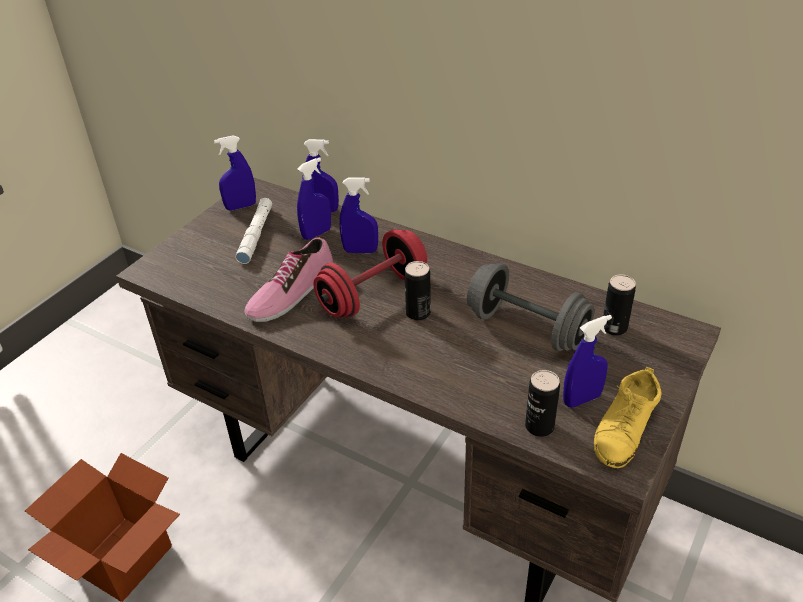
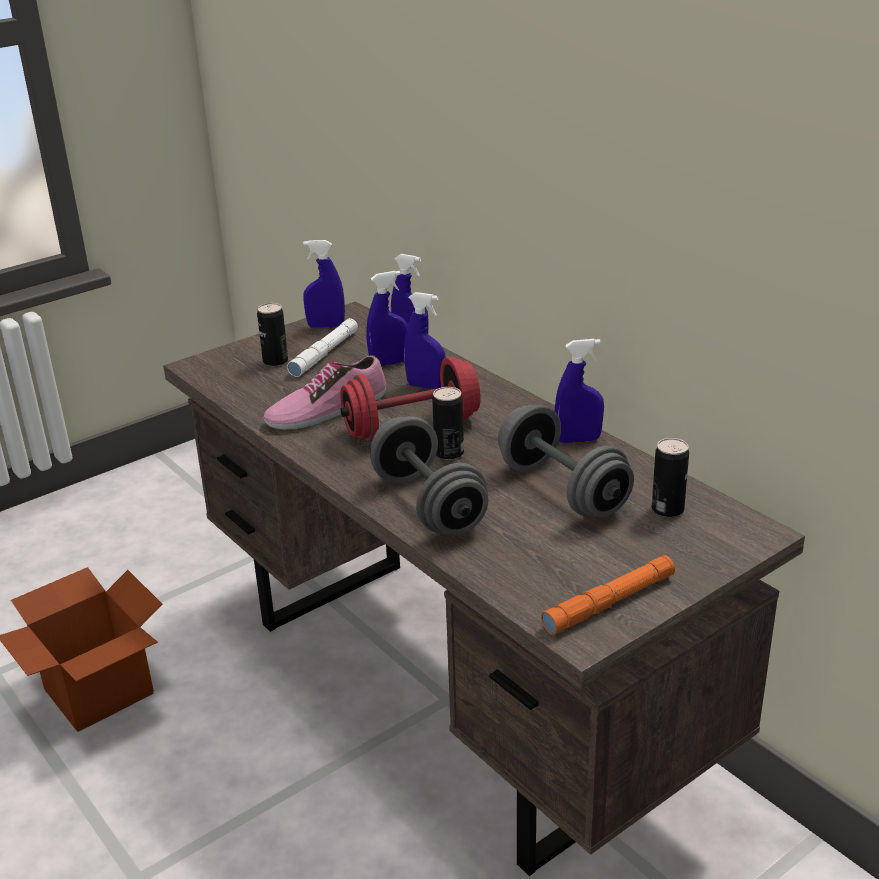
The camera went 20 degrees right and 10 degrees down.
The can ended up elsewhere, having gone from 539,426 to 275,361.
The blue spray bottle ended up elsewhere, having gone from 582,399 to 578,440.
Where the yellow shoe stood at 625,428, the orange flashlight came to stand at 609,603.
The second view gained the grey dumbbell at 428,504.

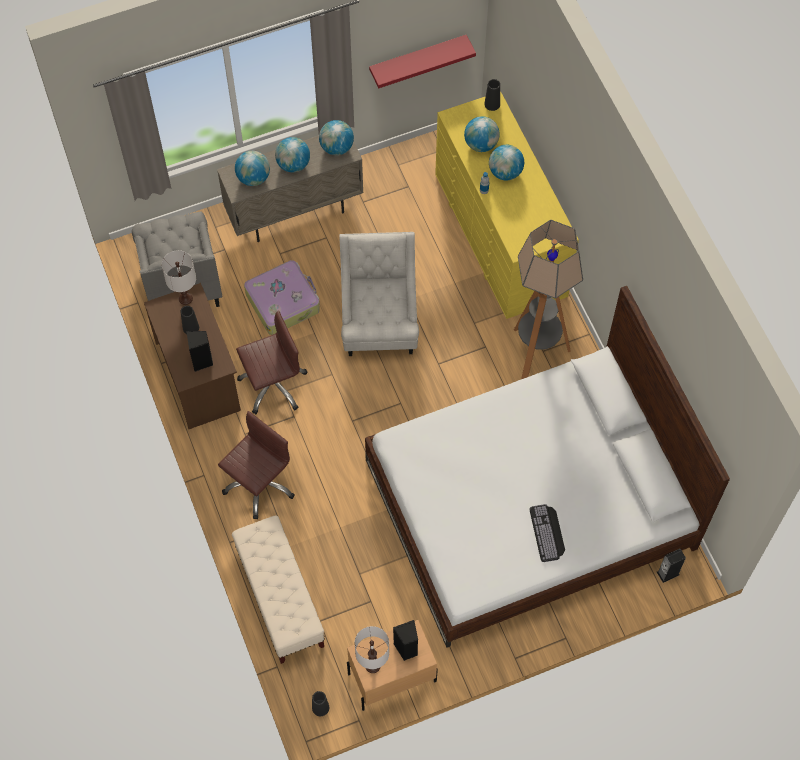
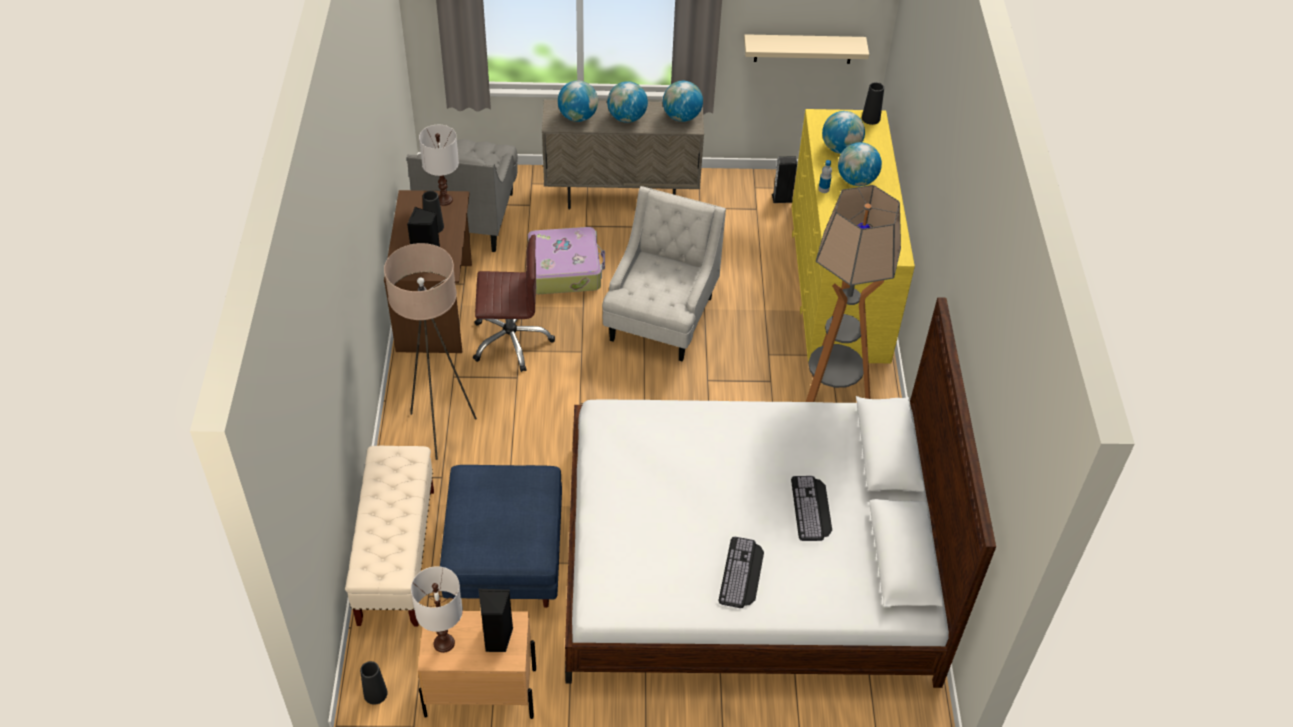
The camera went 20 degrees right and 15 degrees down.
Where the brown office chair stood at 259,484, the beige floor lamp came to stand at 441,430.
What was the red shelf at 417,58 turned into the beige shelf at 803,49.
The speaker ended up elsewhere, having gone from 668,573 to 782,198.
The second view gained the blue ottoman at 505,558.
The second view gained the keyboard at 812,508.

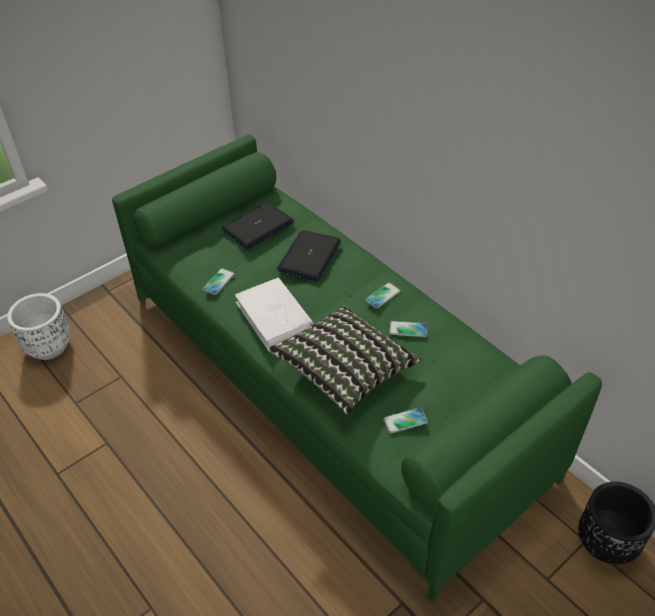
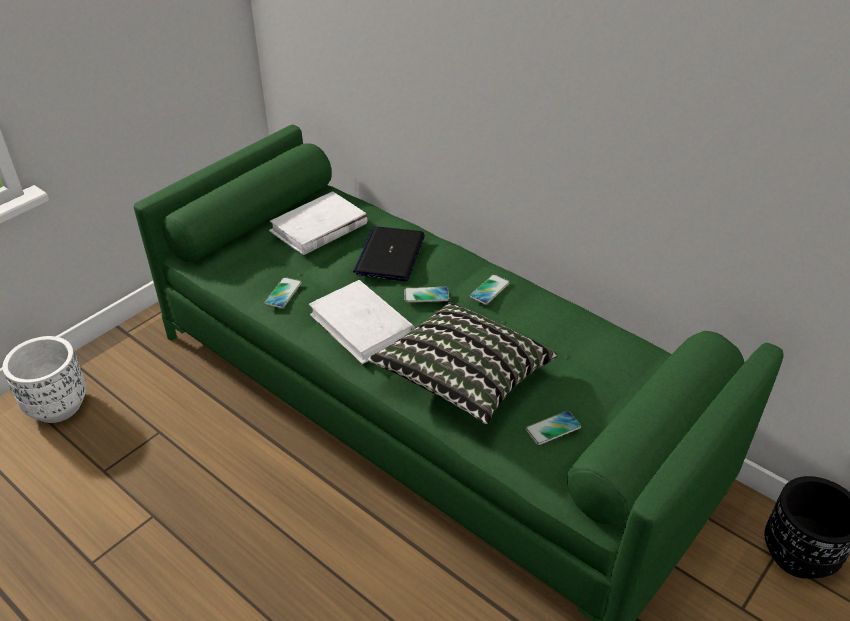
The camera went 10 degrees left and 5 degrees down.
Where the laptop stood at 257,226, the white book came to stand at 318,228.
The phone ended up elsewhere, having gone from 408,329 to 426,295.

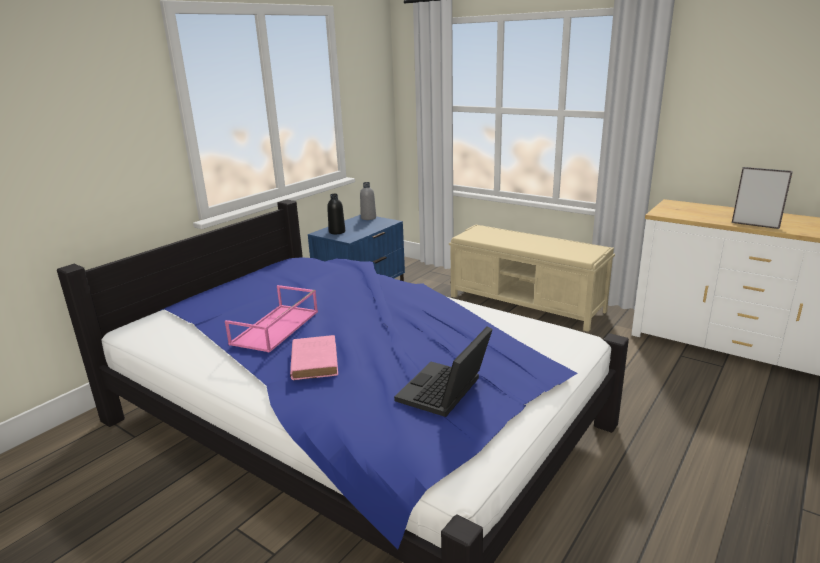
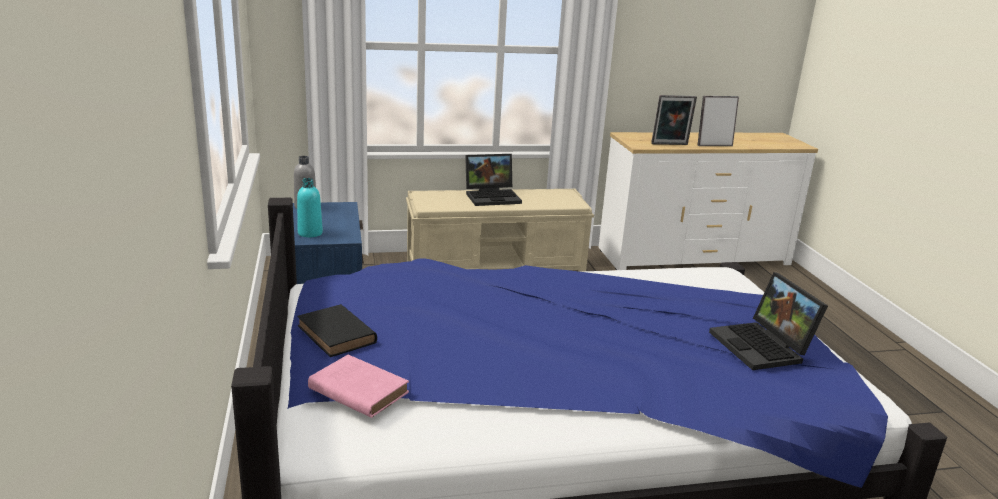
The camera went 50 degrees left and 0 degrees up.
The second view lost the pink tray at 276,328.
The pink book ended up elsewhere, having gone from 314,360 to 356,390.
What was the black bottle at 337,232 turned into the turquoise bottle at 310,233.
The second view gained the black book at 337,335.
The second view gained the laptop at 493,197.
The second view gained the picture frame at 670,144.

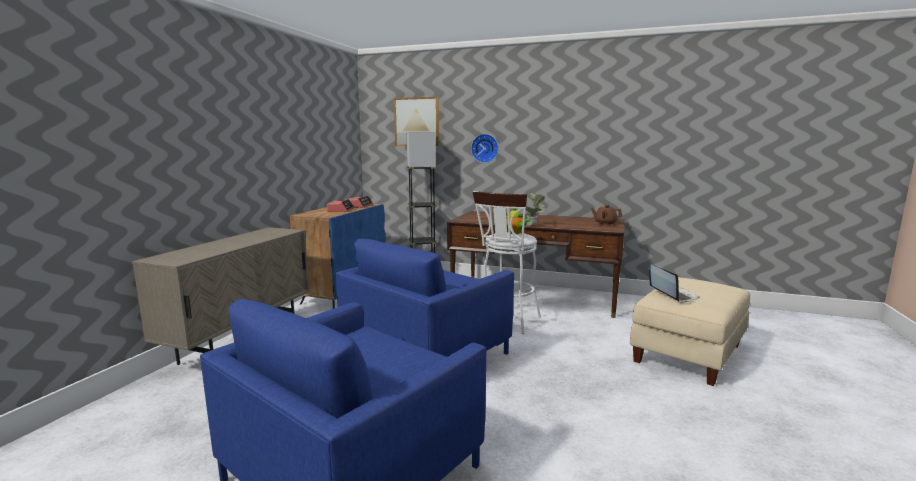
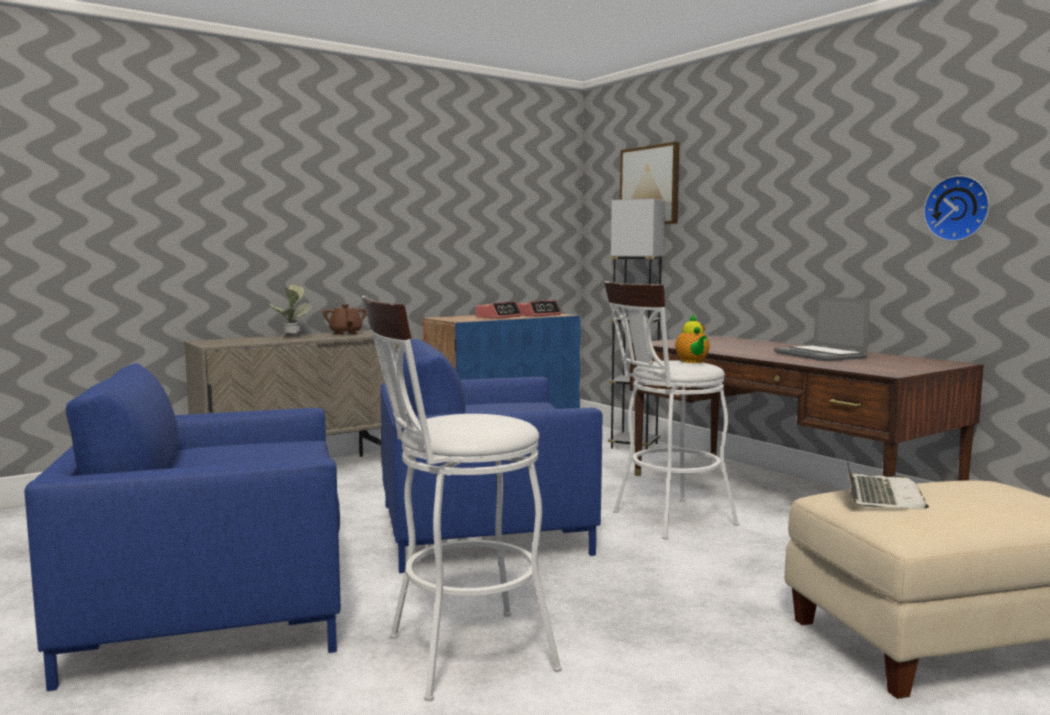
The camera went 35 degrees right and 5 degrees down.
The wall clock ended up elsewhere, having gone from 485,148 to 958,208.
The potted plant ended up elsewhere, having gone from 533,225 to 291,338.
The brown teapot ended up elsewhere, having gone from 605,223 to 346,333.
The second view gained the white stool at 457,656.
The second view gained the laptop at 821,355.

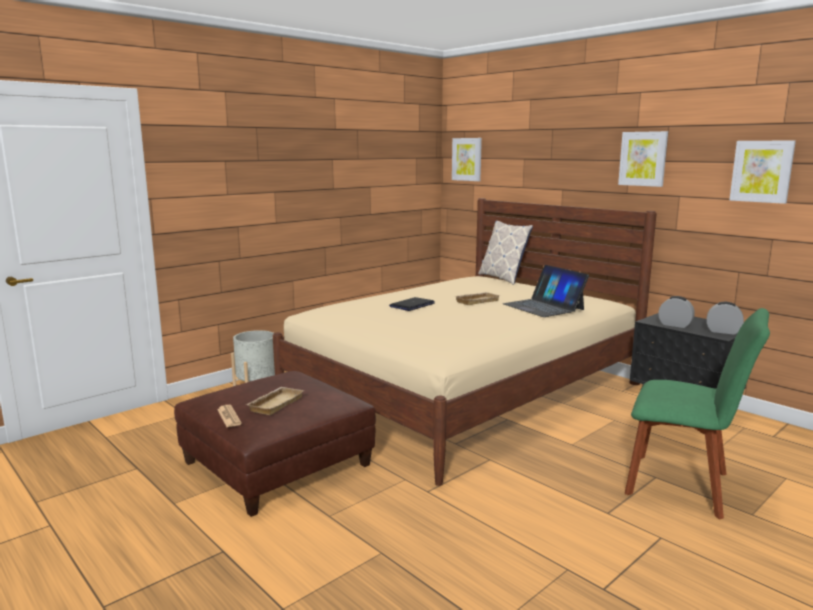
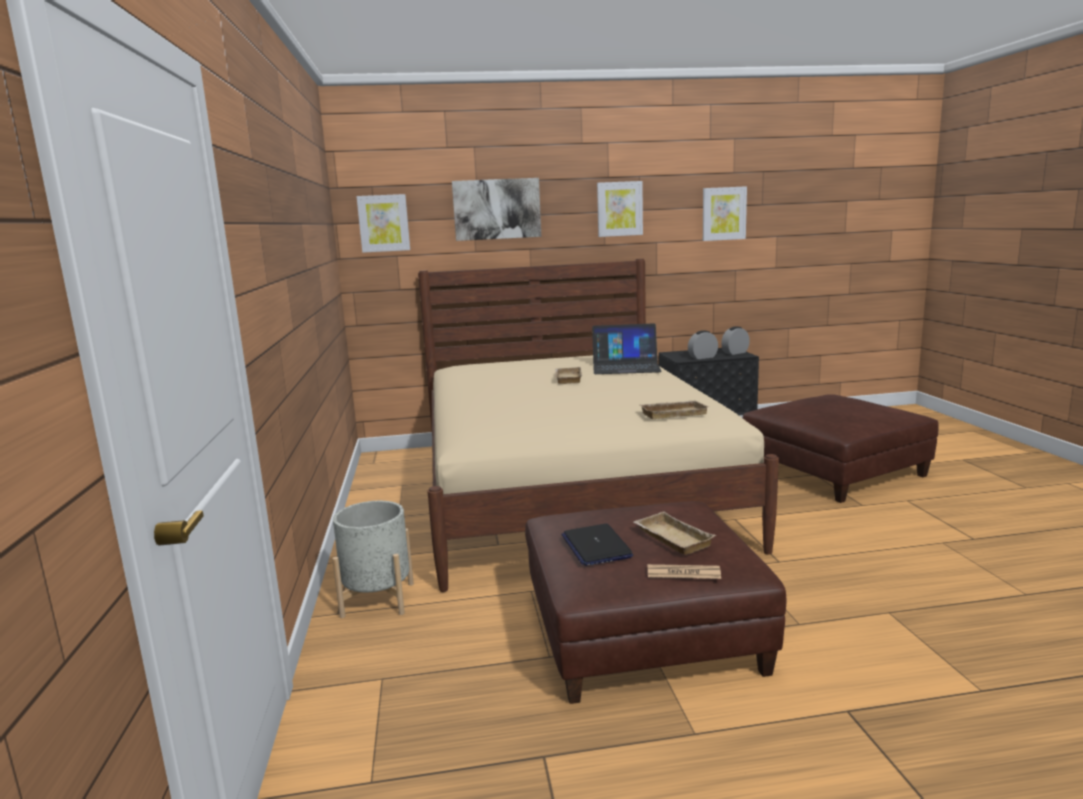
The camera went 55 degrees left and 0 degrees up.
The laptop ended up elsewhere, having gone from 412,305 to 596,546.
The second view lost the pillow at 503,278.
Where the green chair stood at 684,485, the brown ottoman came to stand at 834,471.
The second view gained the picture at 497,209.
The second view gained the beige tray at 673,413.

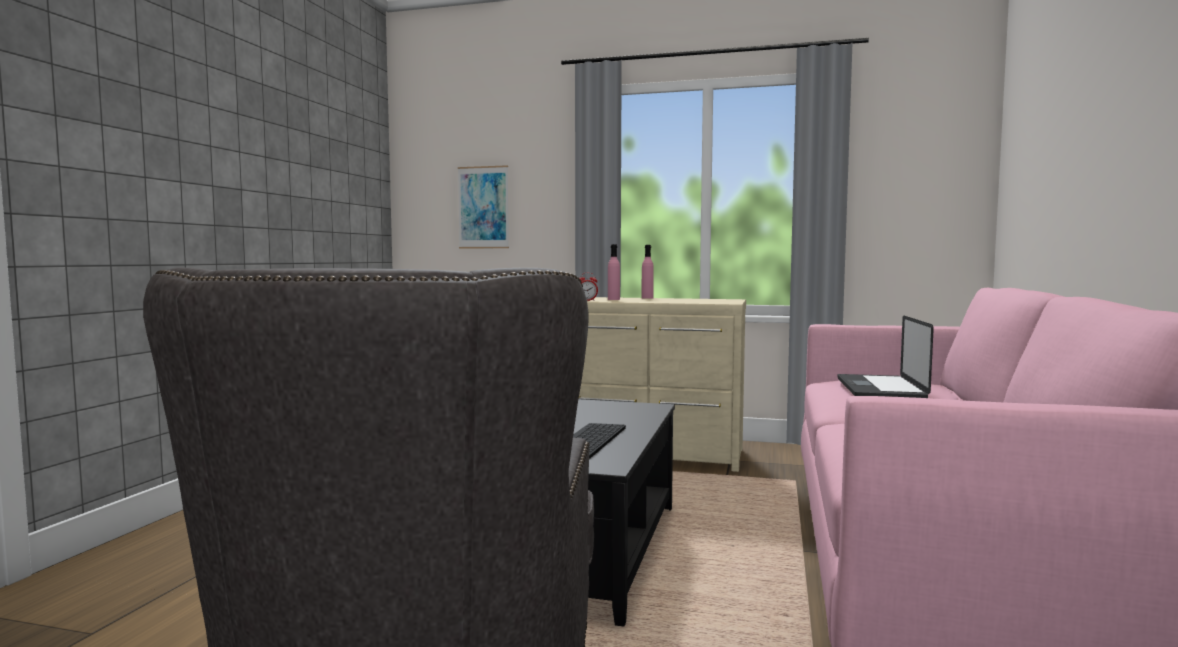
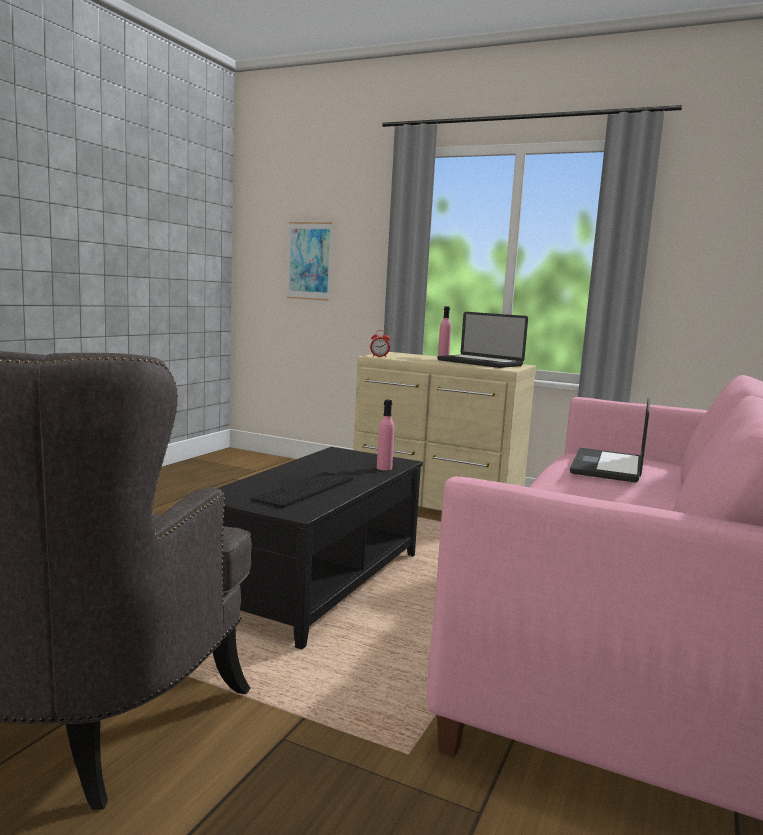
The camera went 10 degrees right and 5 degrees up.
The pink bottle ended up elsewhere, having gone from 613,299 to 384,468.
The second view gained the laptop at 479,363.

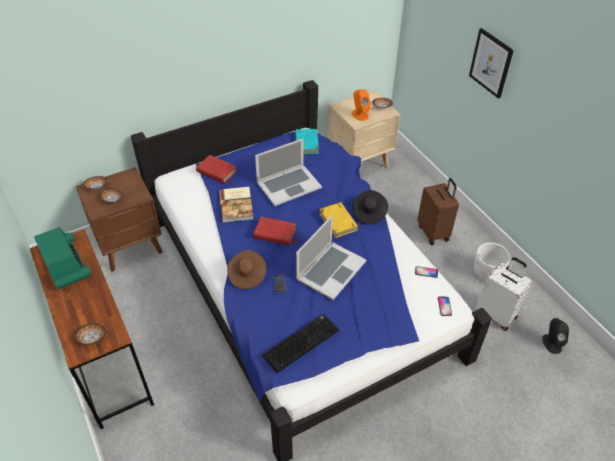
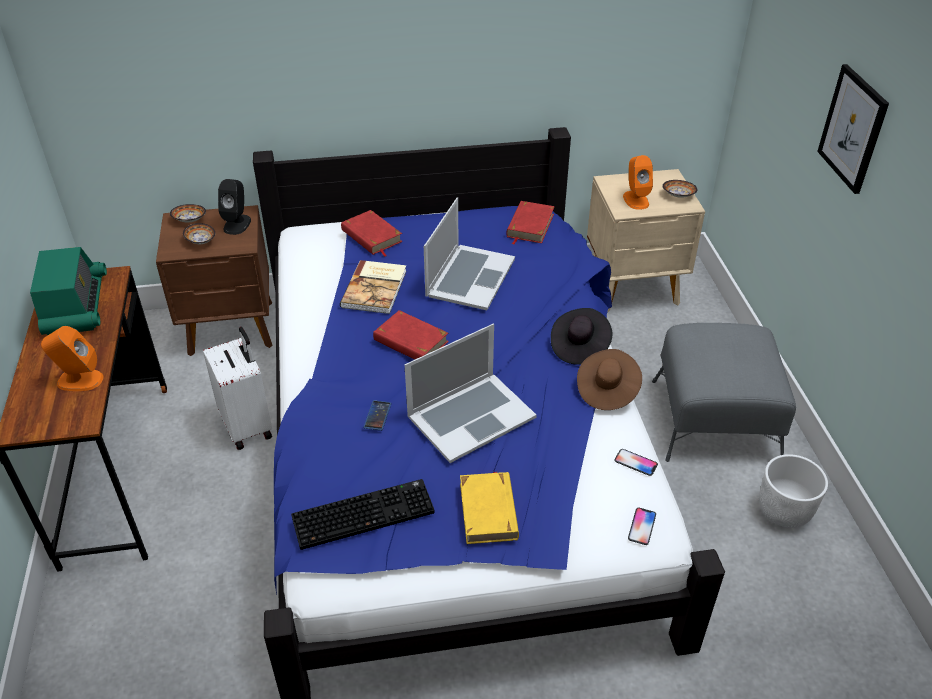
The camera went 20 degrees right and 5 degrees down.
The second view lost the bowl at 91,338.
The brown hat ended up elsewhere, having gone from 247,275 to 606,390.
The laptop at 288,185 ended up facing another way, 60 degrees counterclockwise from before.
What was the turquoise book at 306,144 turned into the red book at 530,225.
The yellow book ended up elsewhere, having gone from 338,221 to 489,511.
Where the brown suitcase stood at 434,232, the grey ottoman came to stand at 714,421.
The white suitcase ended up elsewhere, having gone from 496,314 to 248,426.
The black speaker ended up elsewhere, having gone from 551,343 to 237,224.
The second view gained the orange speaker at 79,380.

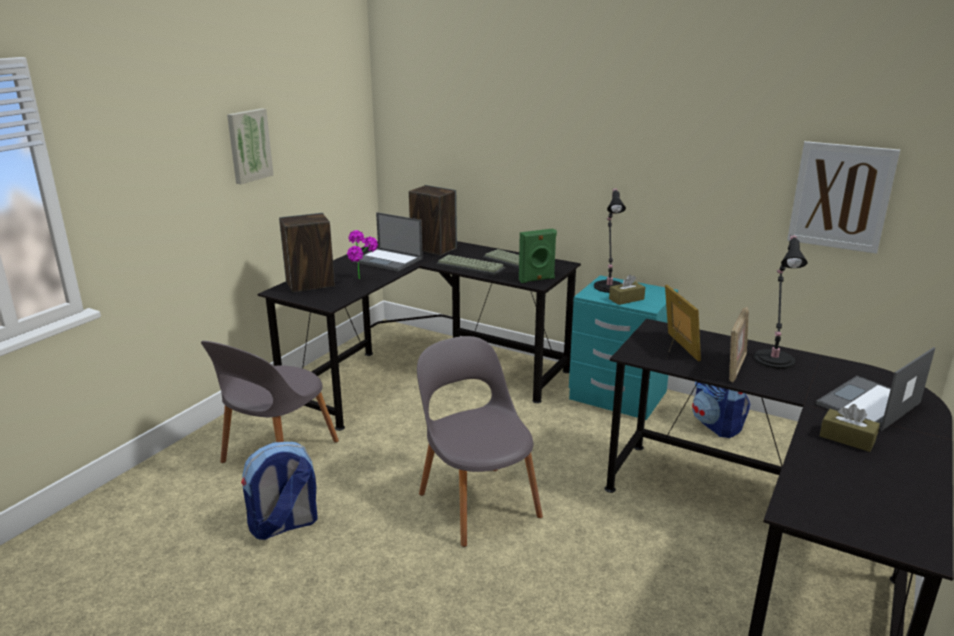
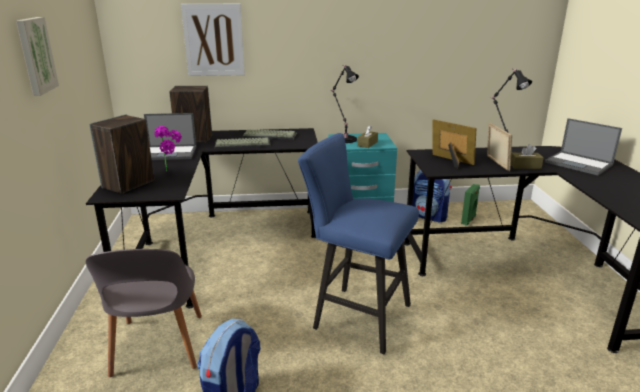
The camera went 35 degrees left and 0 degrees up.
Where the grey chair stood at 477,501, the blue stool came to stand at 355,315.
The green speaker ended up elsewhere, having gone from 537,279 to 469,220.
The picture ended up elsewhere, having gone from 841,197 to 214,40.
The laptop at 868,404 ended up facing another way, 60 degrees counterclockwise from before.
The brown tissue box ended up elsewhere, having gone from 847,438 to 525,166.

